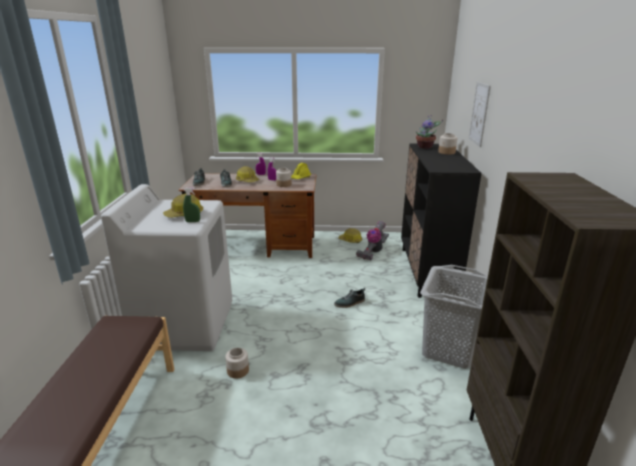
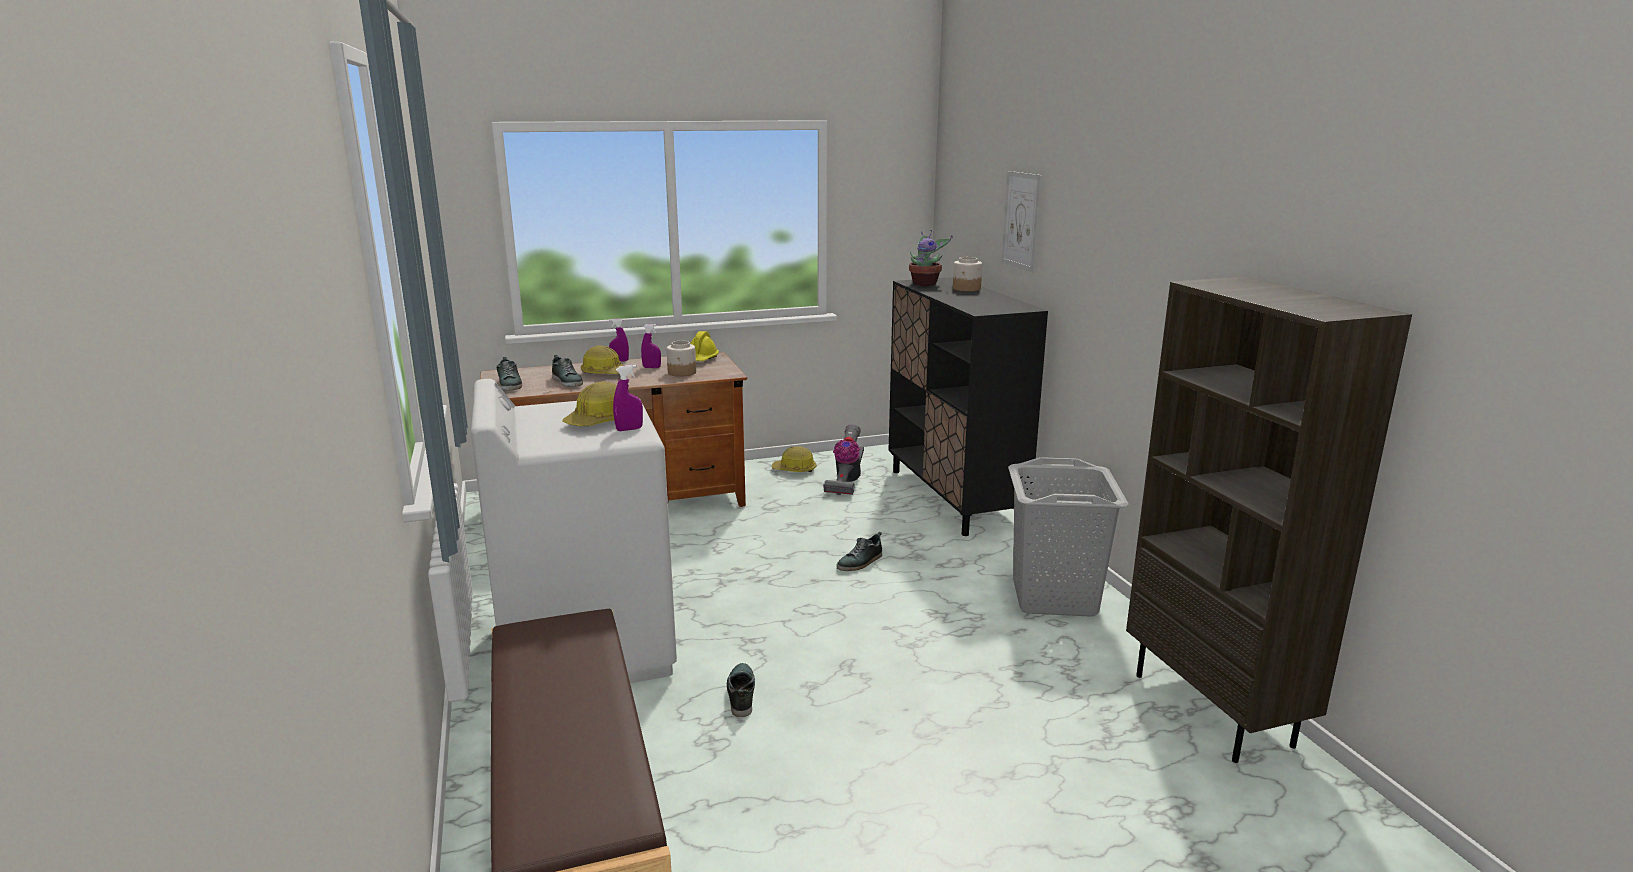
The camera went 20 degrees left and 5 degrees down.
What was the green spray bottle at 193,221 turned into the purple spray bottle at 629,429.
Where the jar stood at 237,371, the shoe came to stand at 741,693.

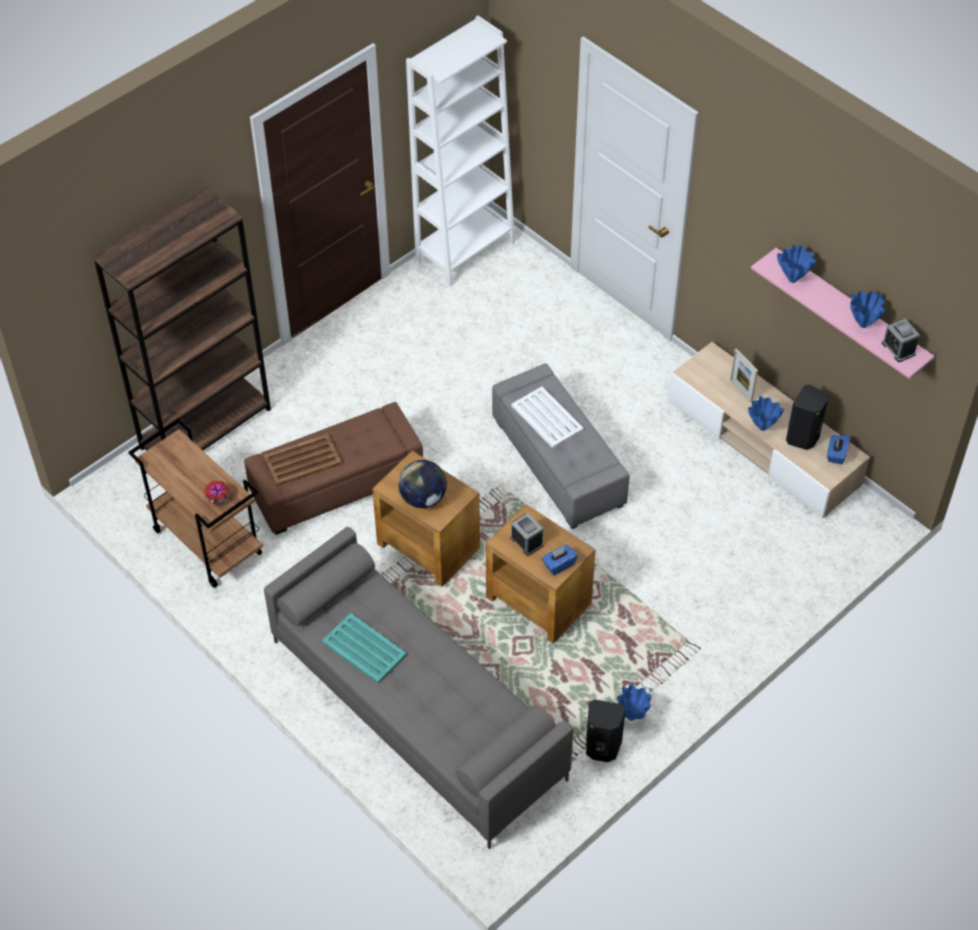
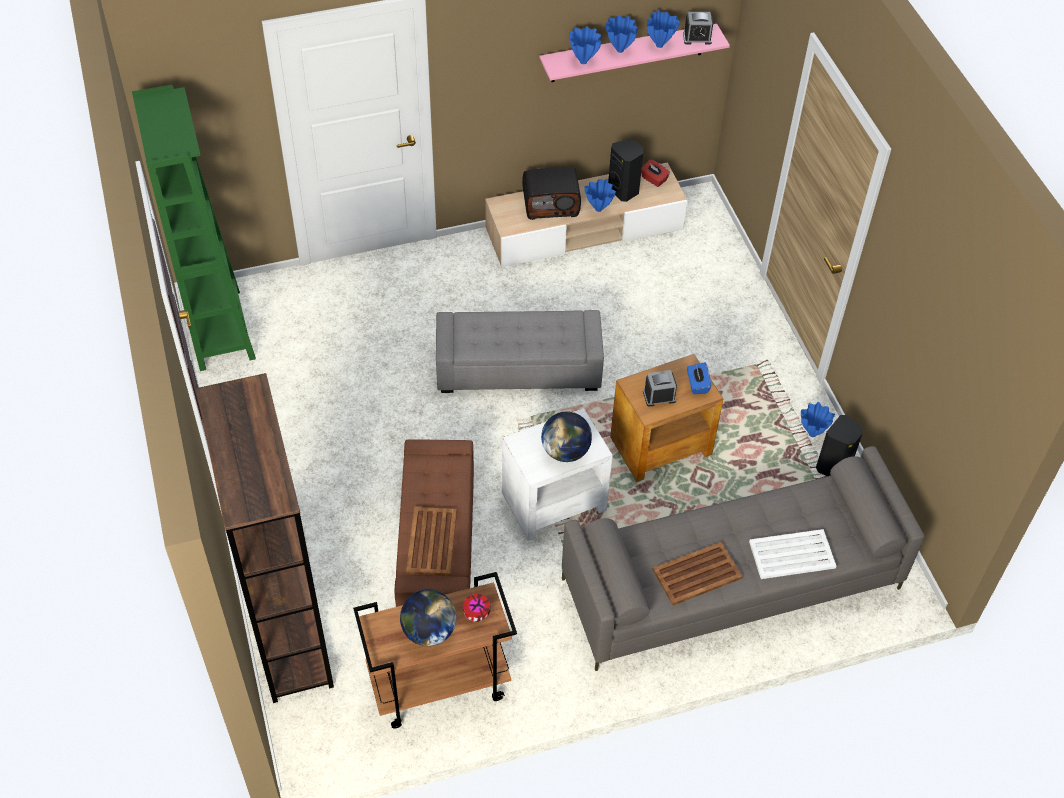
The camera went 65 degrees left and 0 degrees up.
What was the turquoise tray at 364,649 turned into the brown tray at 698,574.
What was the brown side table at 428,545 turned into the white side table at 553,501.
What was the white bookcase at 465,251 turned into the green bookcase at 220,330.
The white tray ended up elsewhere, having gone from 547,417 to 791,554.
Where the picture frame stood at 741,391, the radio came to stand at 551,204.
What was the blue tissue box at 836,454 turned into the red tissue box at 653,179.
The second view gained the globe at 429,631.
The second view gained the blue vase at 619,50.

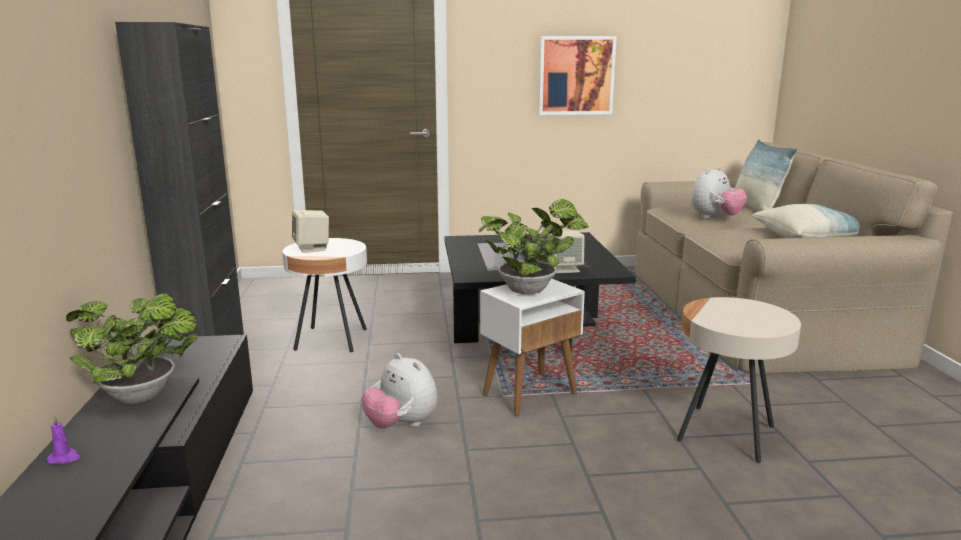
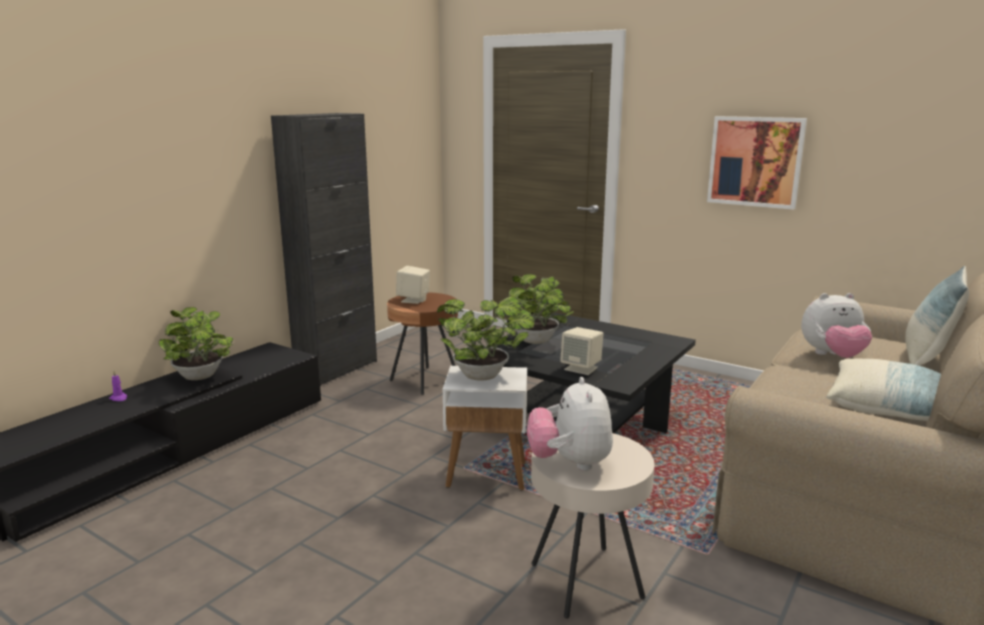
The camera went 40 degrees right and 0 degrees up.
What was the white side table at 331,339 turned into the brown side table at 424,380.
The plush toy ended up elsewhere, having gone from 401,425 to 570,463.
The second view gained the potted plant at 537,342.

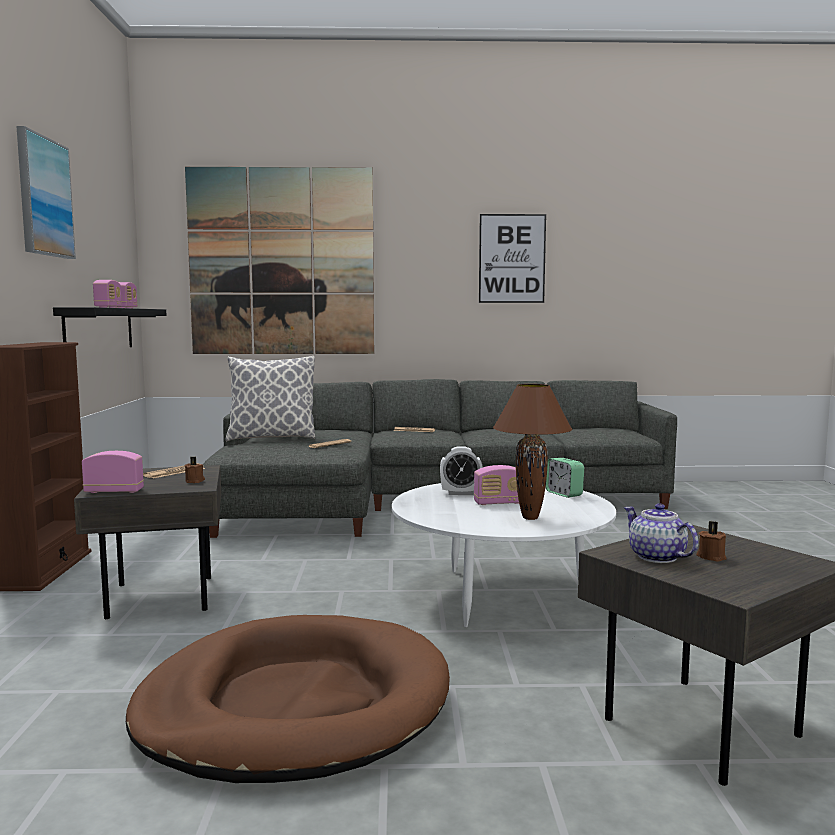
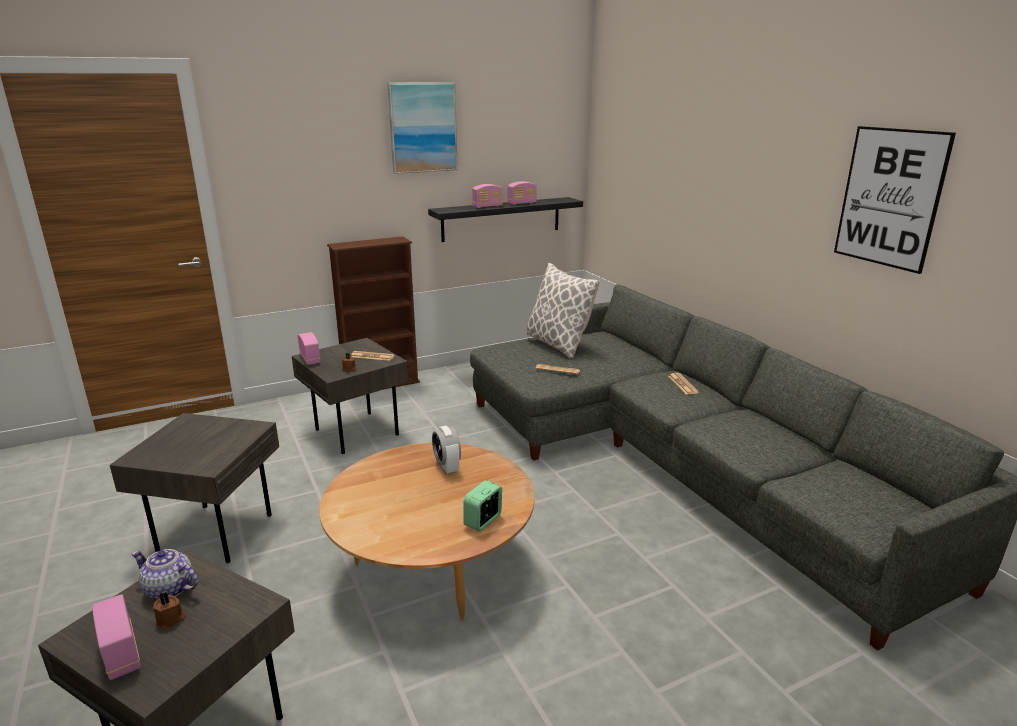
The camera went 65 degrees right and 15 degrees up.
Where the brown dog bed stood at 294,706, the grey side table came to stand at 215,530.
The second view lost the picture at 281,262.
What was the white coffee table at 500,596 turned into the brown coffee table at 432,569.
The radio ended up elsewhere, having gone from 499,503 to 121,654.
The second view lost the brown table lamp at 531,517.
The teapot at 657,557 ended up facing another way, 105 degrees counterclockwise from before.

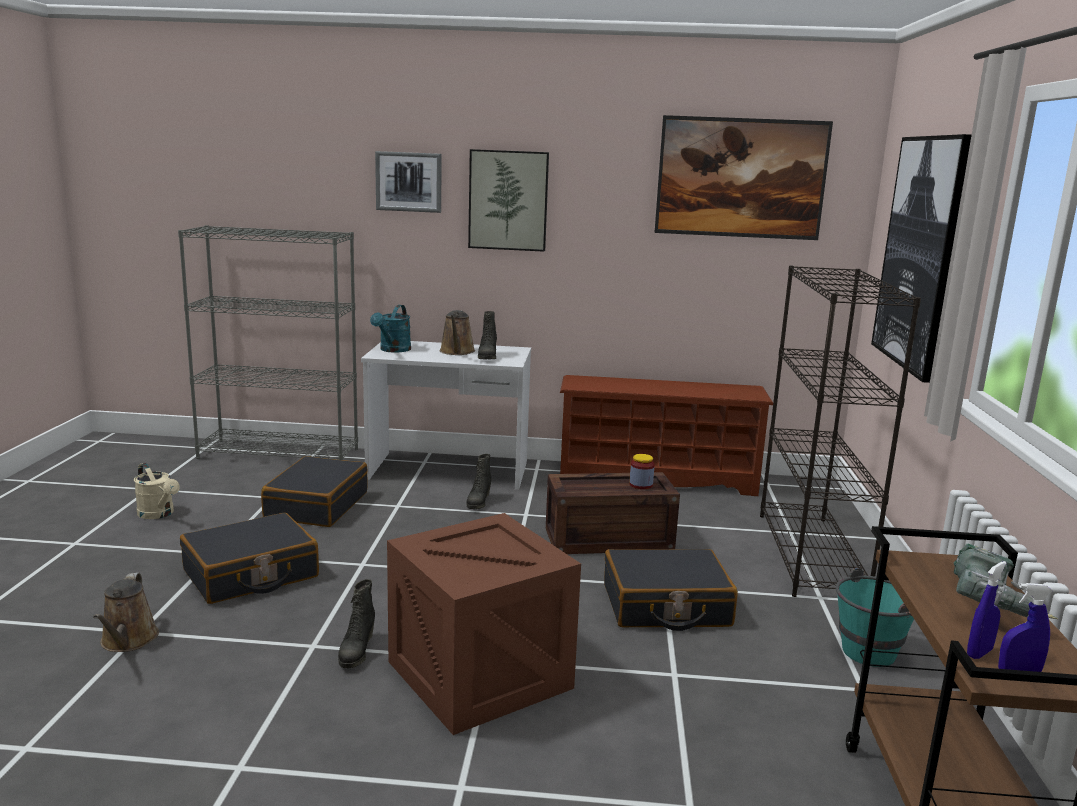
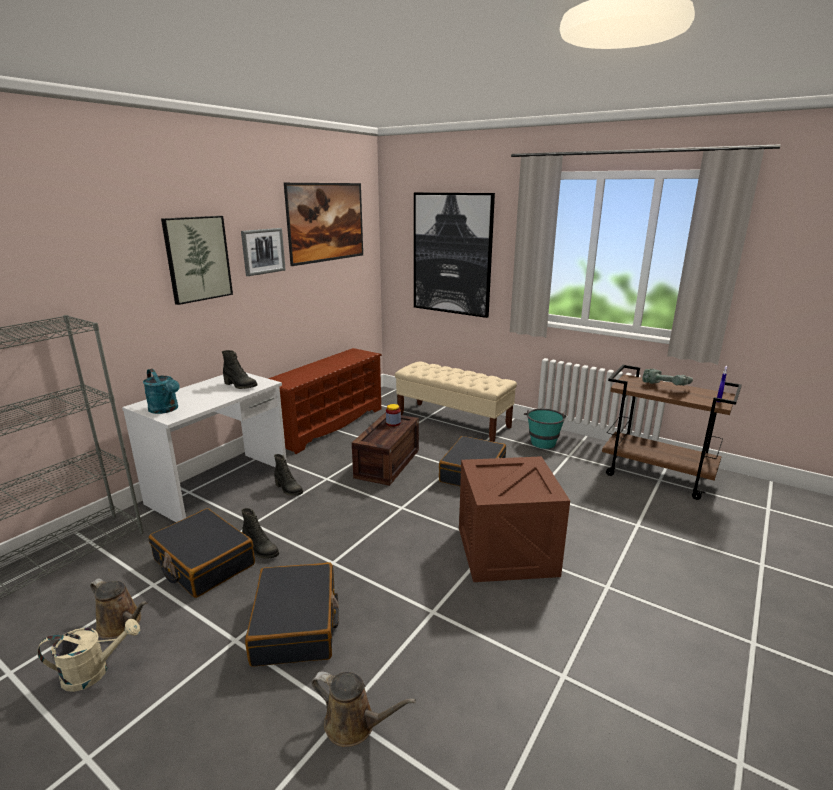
The camera went 60 degrees left and 5 degrees up.
The black boot ended up elsewhere, having gone from 356,651 to 260,550.
The picture ended up elsewhere, having gone from 409,182 to 263,251.
The brown watering can ended up elsewhere, having gone from 457,352 to 122,624.
Where the black bookcase stood at 811,555, the beige bench came to stand at 453,421.
The second view lost the blue spray bottle at 979,653.

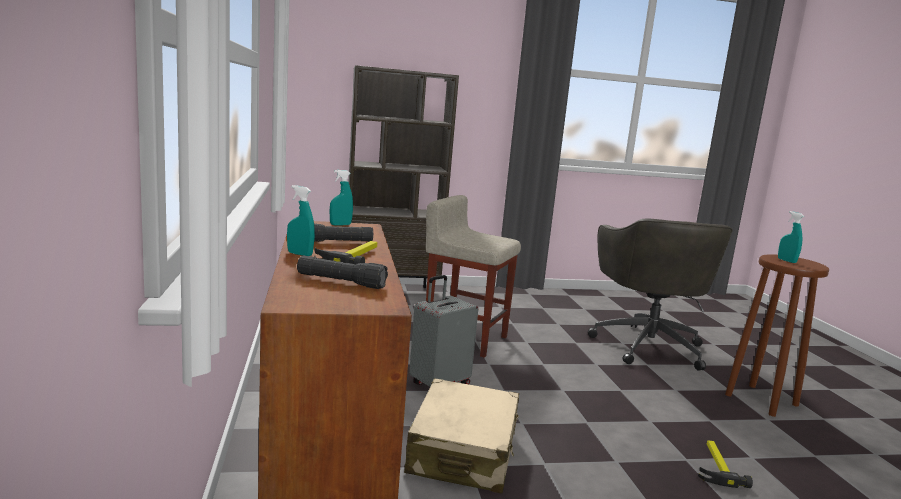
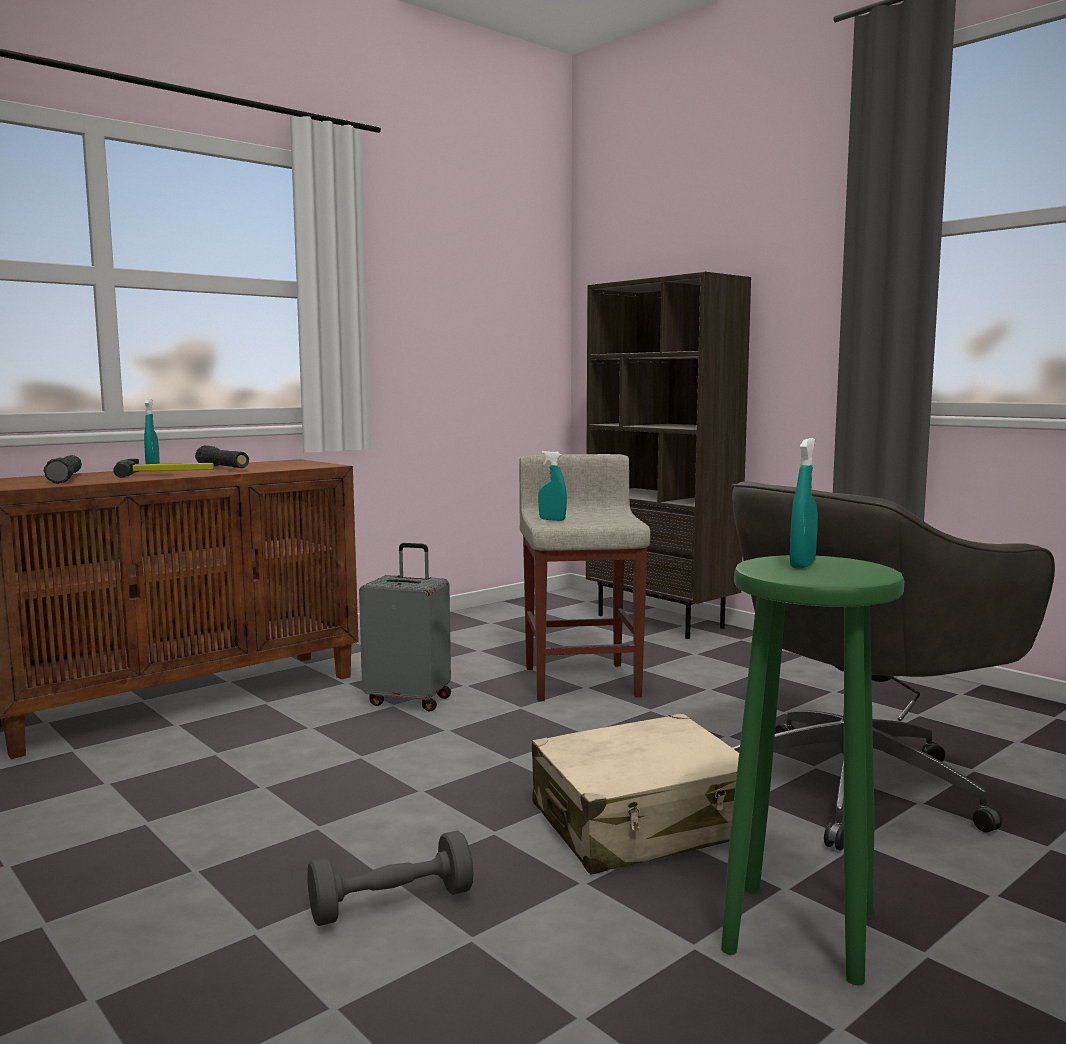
The camera went 60 degrees right and 5 degrees down.
The turquoise spray bottle ended up elsewhere, having gone from 340,225 to 552,520.
The beige suitcase ended up elsewhere, having gone from 463,452 to 641,822.
Where the hammer stood at 715,466, the grey dumbbell came to stand at 391,904.
What was the brown stool at 762,400 turned into the green stool at 801,932.

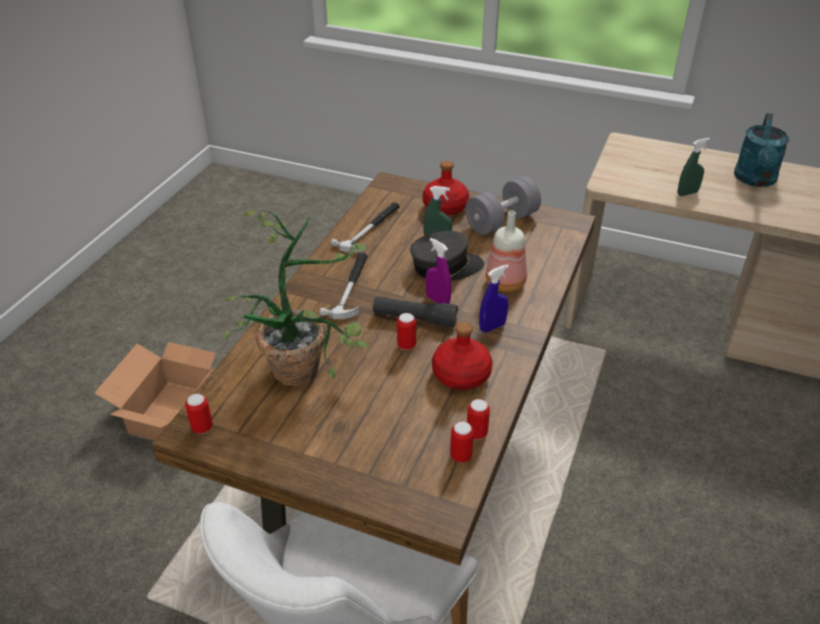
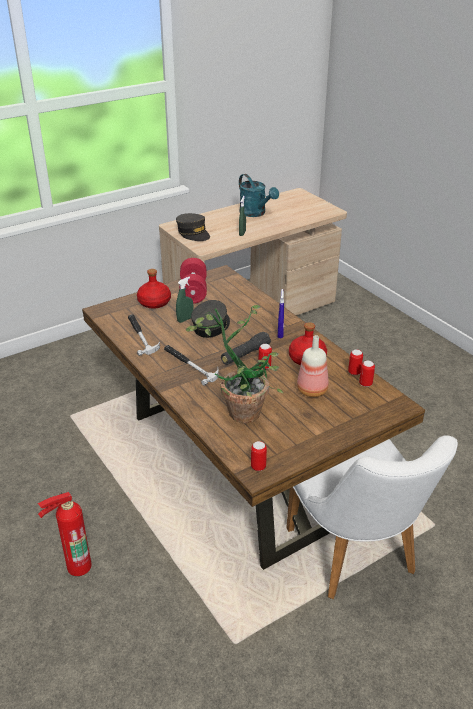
The camera went 55 degrees left and 5 degrees down.
Where the cardboard box stood at 174,413, the fire extinguisher came to stand at 76,566.
The second view lost the purple spray bottle at 437,300.
What was the grey dumbbell at 502,221 turned into the red dumbbell at 193,291.
The bottle ended up elsewhere, having gone from 506,283 to 312,390.
The second view gained the grey cap at 193,233.

